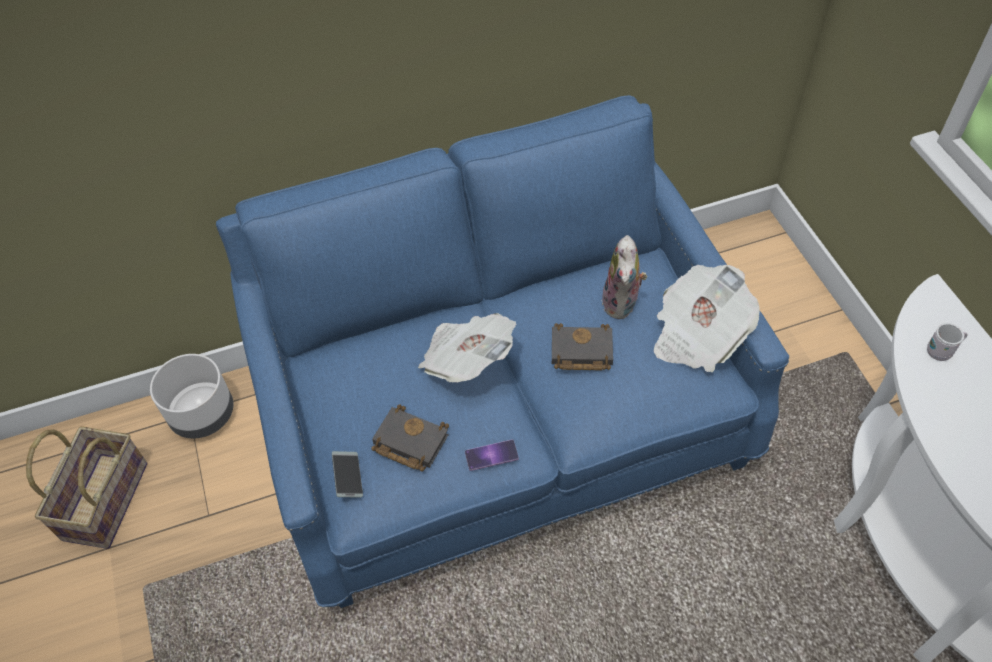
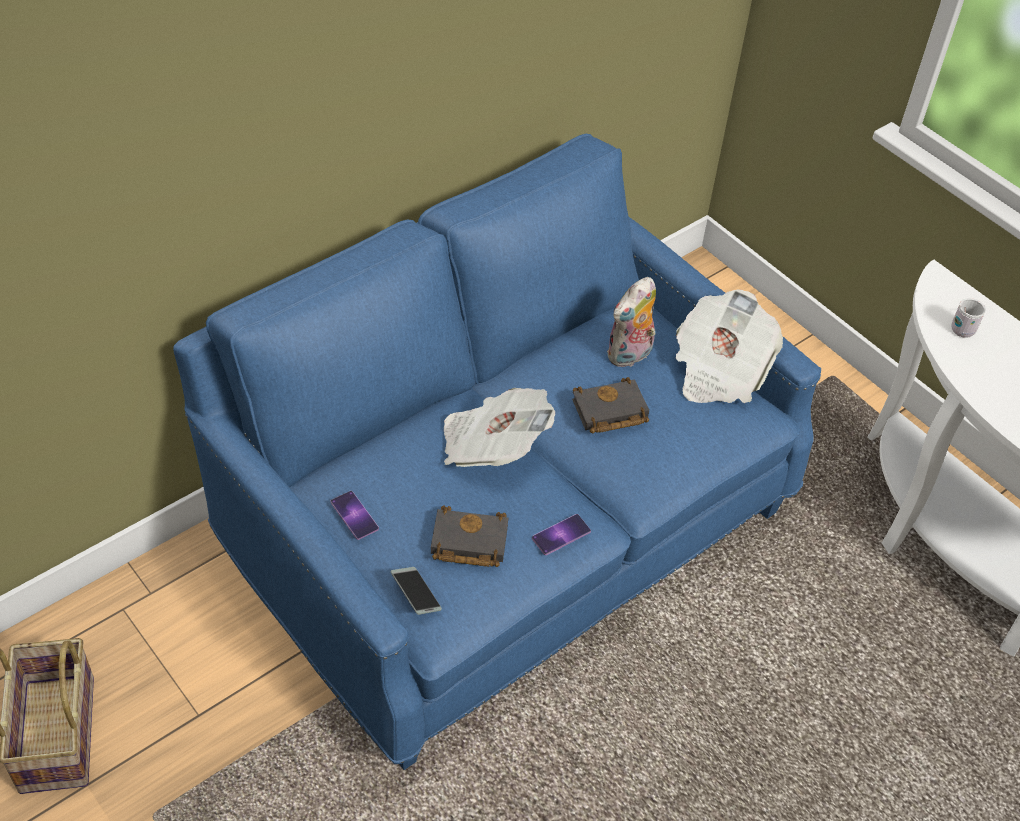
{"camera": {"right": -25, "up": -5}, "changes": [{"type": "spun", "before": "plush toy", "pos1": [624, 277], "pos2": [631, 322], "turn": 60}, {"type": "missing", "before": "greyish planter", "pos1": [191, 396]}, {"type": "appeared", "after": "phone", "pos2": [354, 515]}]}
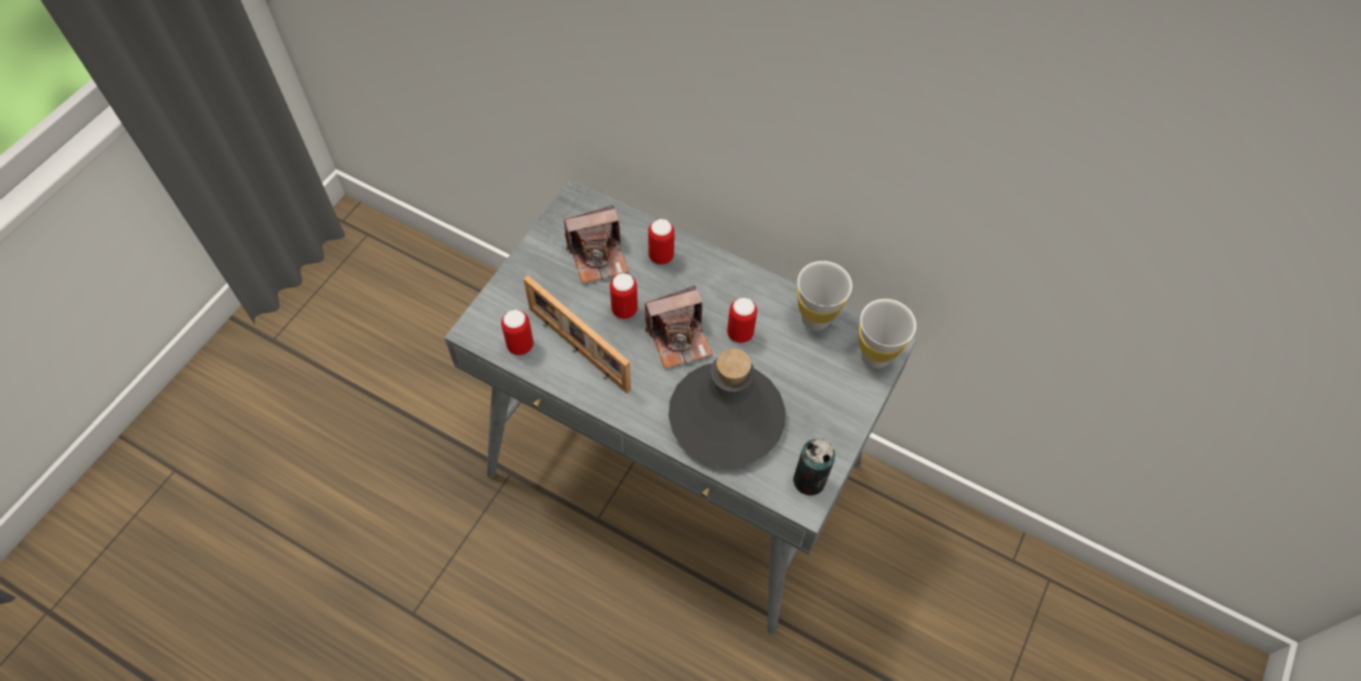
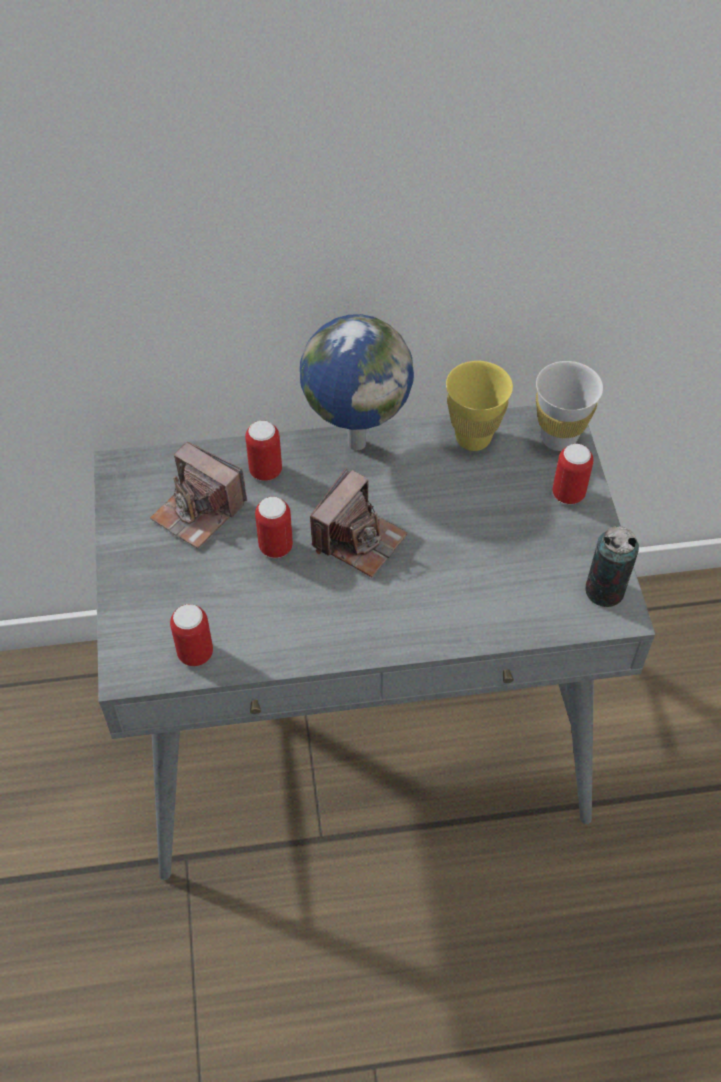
{"camera": {"right": -35, "up": -5}, "changes": [{"type": "spun", "before": "photo camera", "pos1": [596, 244], "pos2": [198, 495], "turn": 90}, {"type": "colour", "before": "white-coloured small cup", "after": "yellow-coloured small cup", "pos1": [824, 296], "pos2": [479, 406]}, {"type": "missing", "before": "picture frame", "pos1": [577, 334]}, {"type": "relocated", "before": "can", "pos1": [742, 320], "pos2": [573, 474]}, {"type": "missing", "before": "greyish beverage bottle", "pos1": [726, 407]}, {"type": "appeared", "after": "world globe", "pos2": [357, 382]}]}
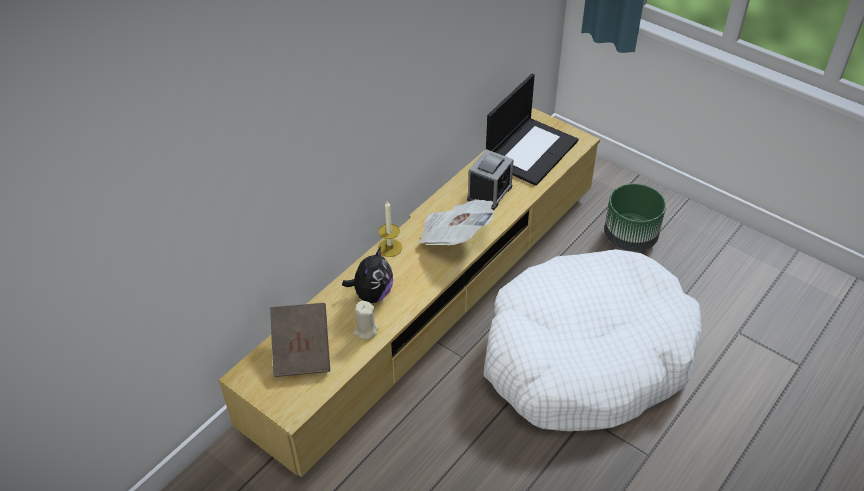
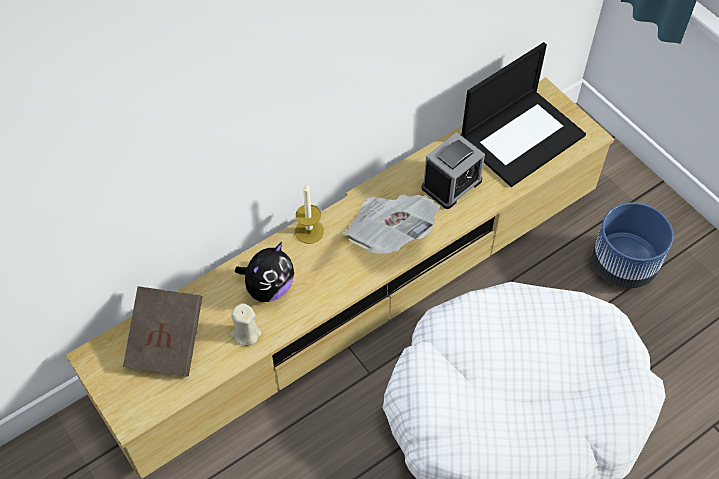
{"camera": {"right": 15, "up": 10}, "changes": [{"type": "colour", "before": "greenish planter", "after": "blue planter", "pos1": [635, 217], "pos2": [632, 245]}]}
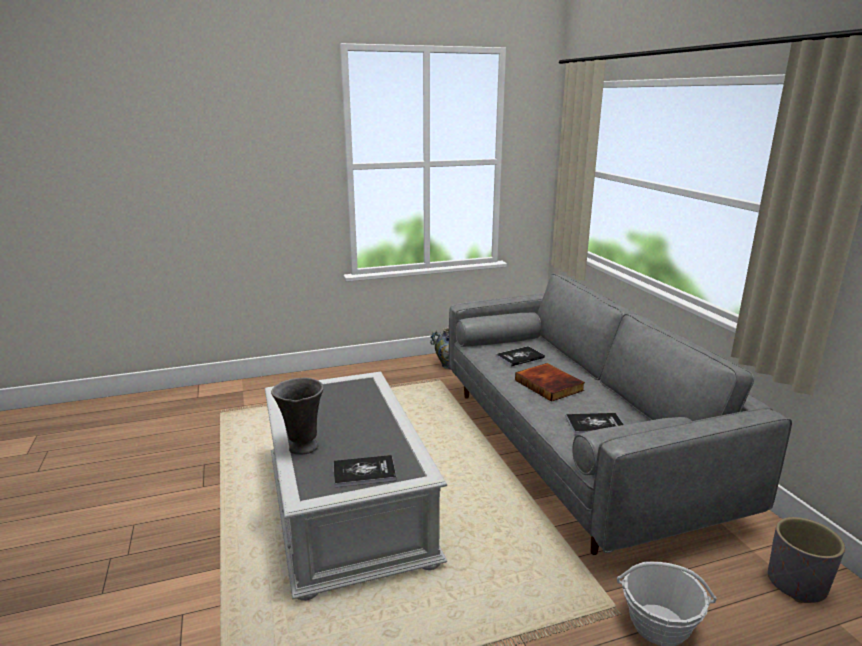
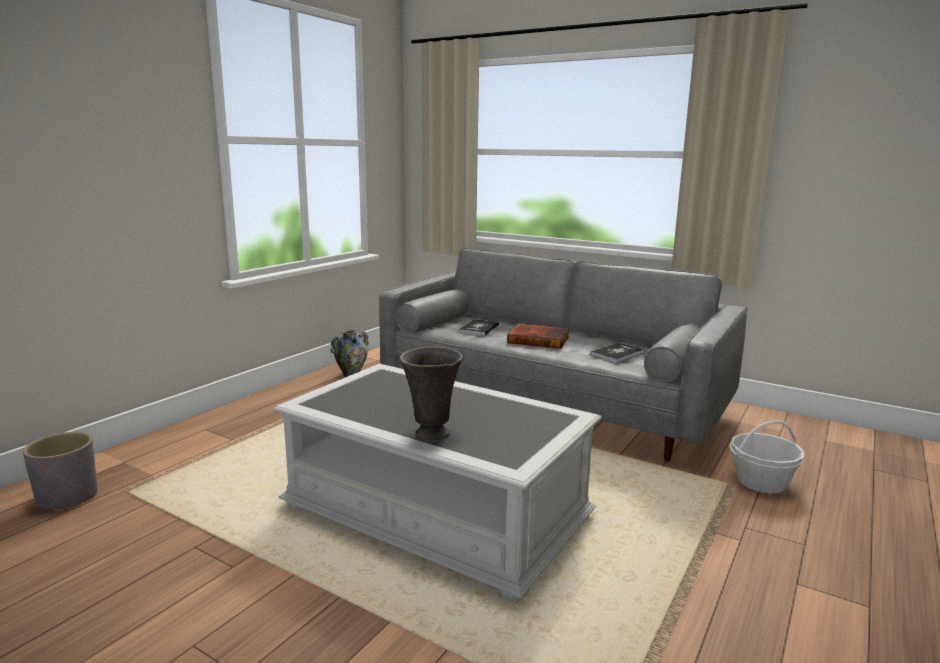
{"camera": {"right": -40, "up": -5}, "changes": [{"type": "missing", "before": "bound book", "pos1": [364, 471]}, {"type": "relocated", "before": "greyish planter", "pos1": [806, 560], "pos2": [60, 472]}]}
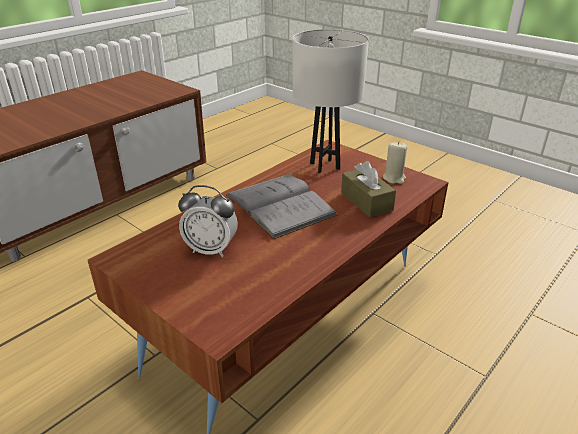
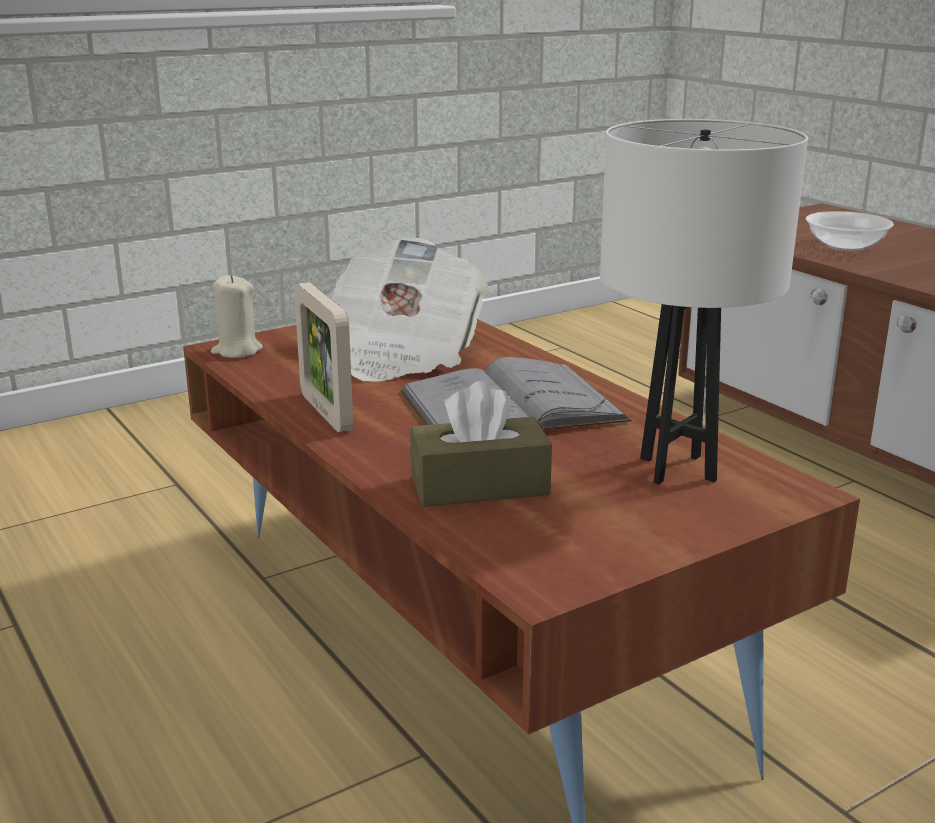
{"camera": {"right": 105, "up": -10}, "changes": [{"type": "relocated", "before": "beige-coloured wax light", "pos1": [395, 162], "pos2": [237, 316]}, {"type": "exchanged", "before": "table clock", "after": "daily paper", "pos1": [208, 221], "pos2": [408, 309]}, {"type": "appeared", "after": "deep dish", "pos2": [850, 231]}, {"type": "appeared", "after": "picture frame", "pos2": [323, 357]}]}
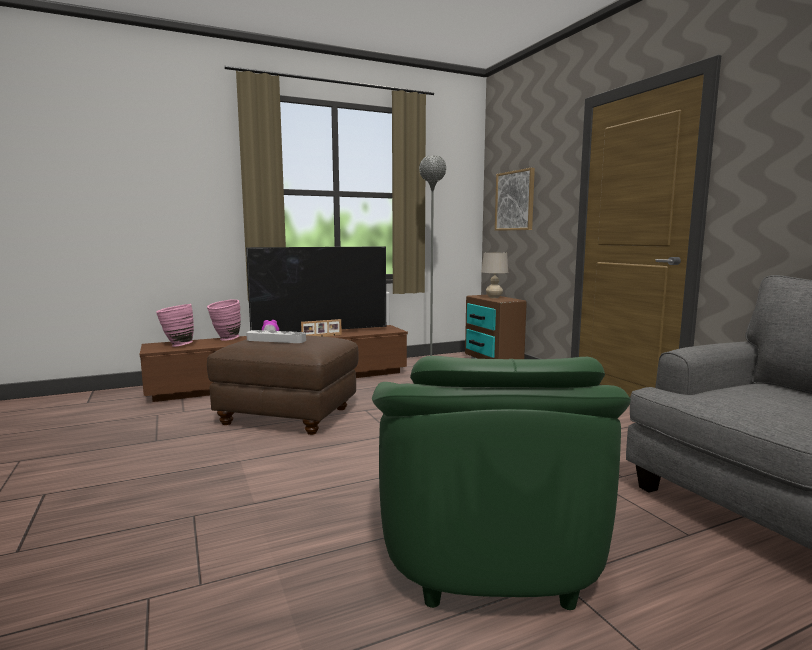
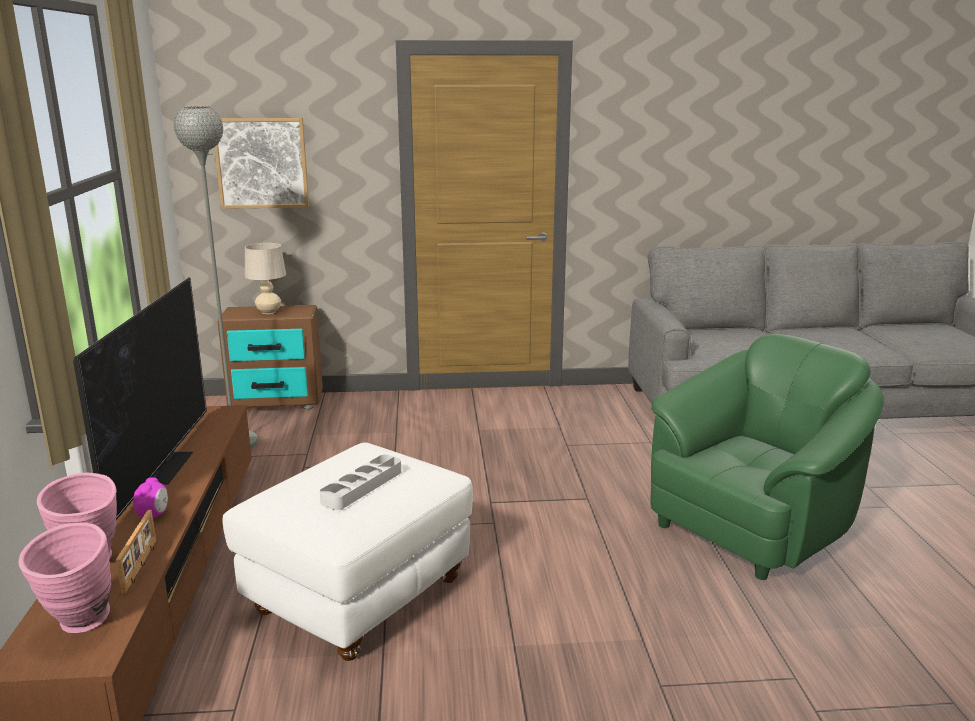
{"camera": {"right": -70, "up": 10}, "changes": [{"type": "relocated", "before": "picture frame", "pos1": [321, 328], "pos2": [136, 551]}, {"type": "colour", "before": "brown-coloured pouffe", "after": "white-coloured pouffe", "pos1": [283, 385], "pos2": [347, 552]}, {"type": "spun", "before": "greenish armchair", "pos1": [501, 483], "pos2": [767, 457], "turn": -60}]}
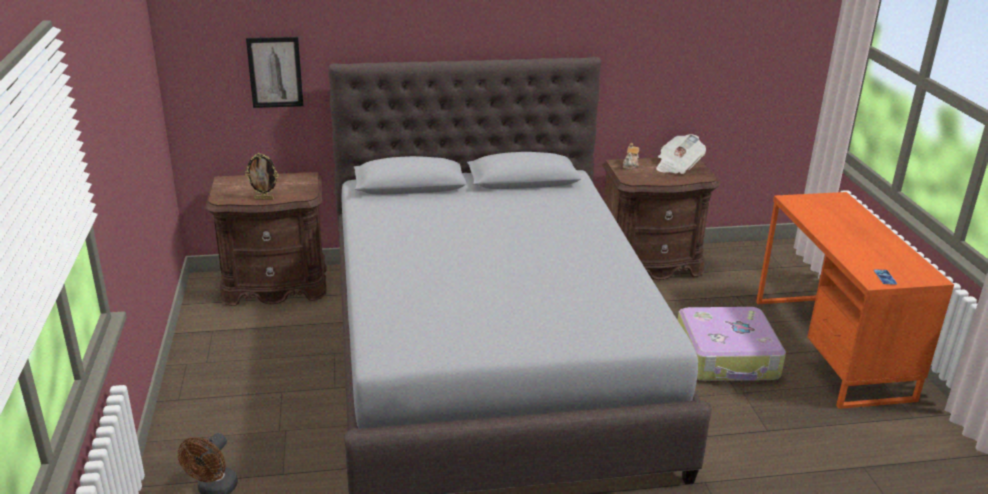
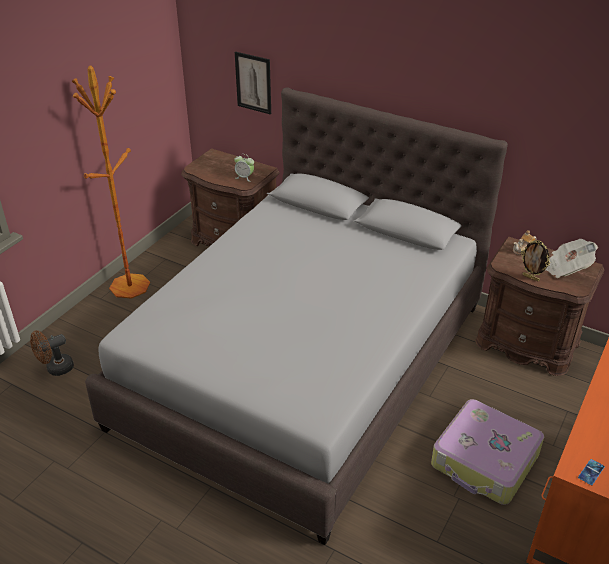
{"camera": {"right": 40, "up": 10}, "changes": [{"type": "relocated", "before": "picture frame", "pos1": [262, 176], "pos2": [535, 261]}, {"type": "appeared", "after": "orangey garment rack", "pos2": [111, 182]}, {"type": "appeared", "after": "table clock", "pos2": [244, 168]}]}
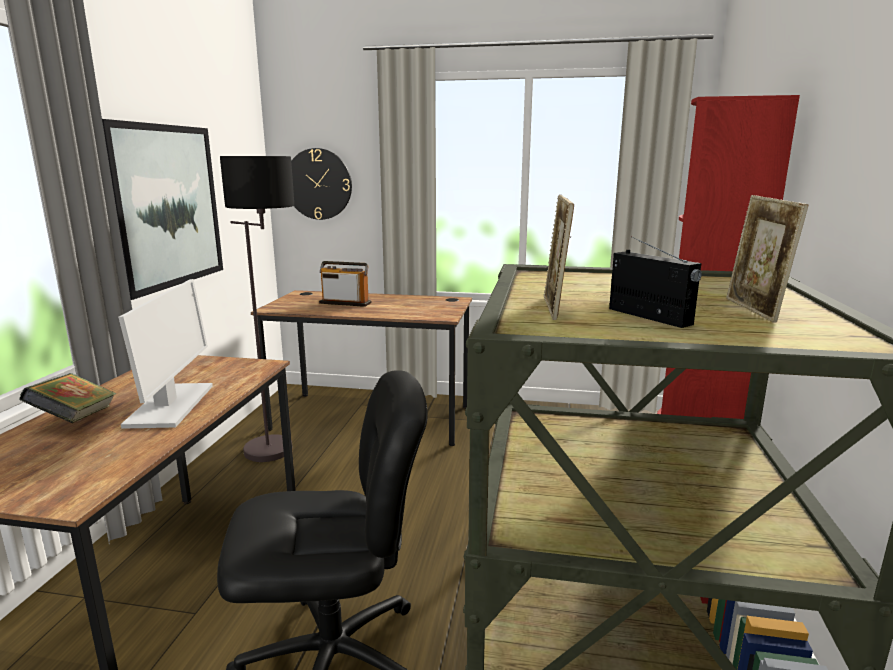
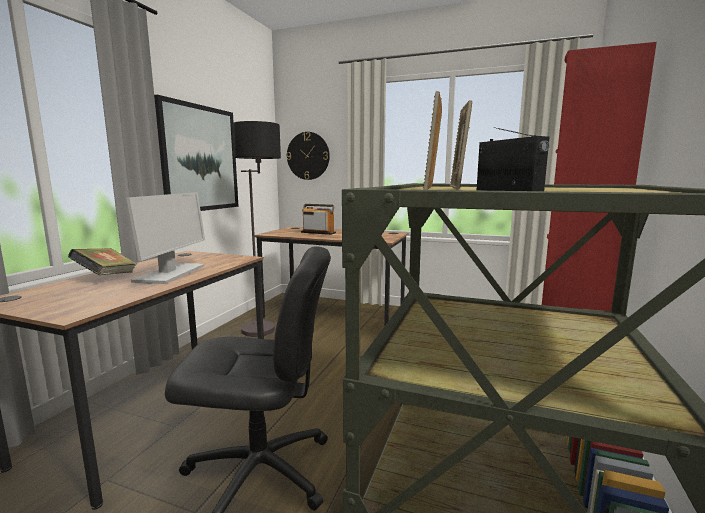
{"camera": {"right": 10, "up": -5}, "changes": [{"type": "relocated", "before": "picture frame", "pos1": [767, 259], "pos2": [461, 145]}]}
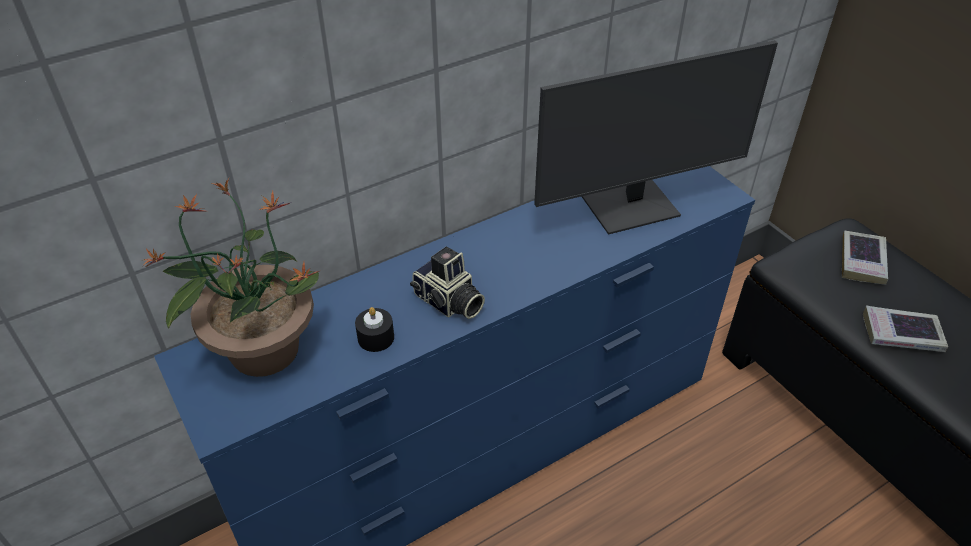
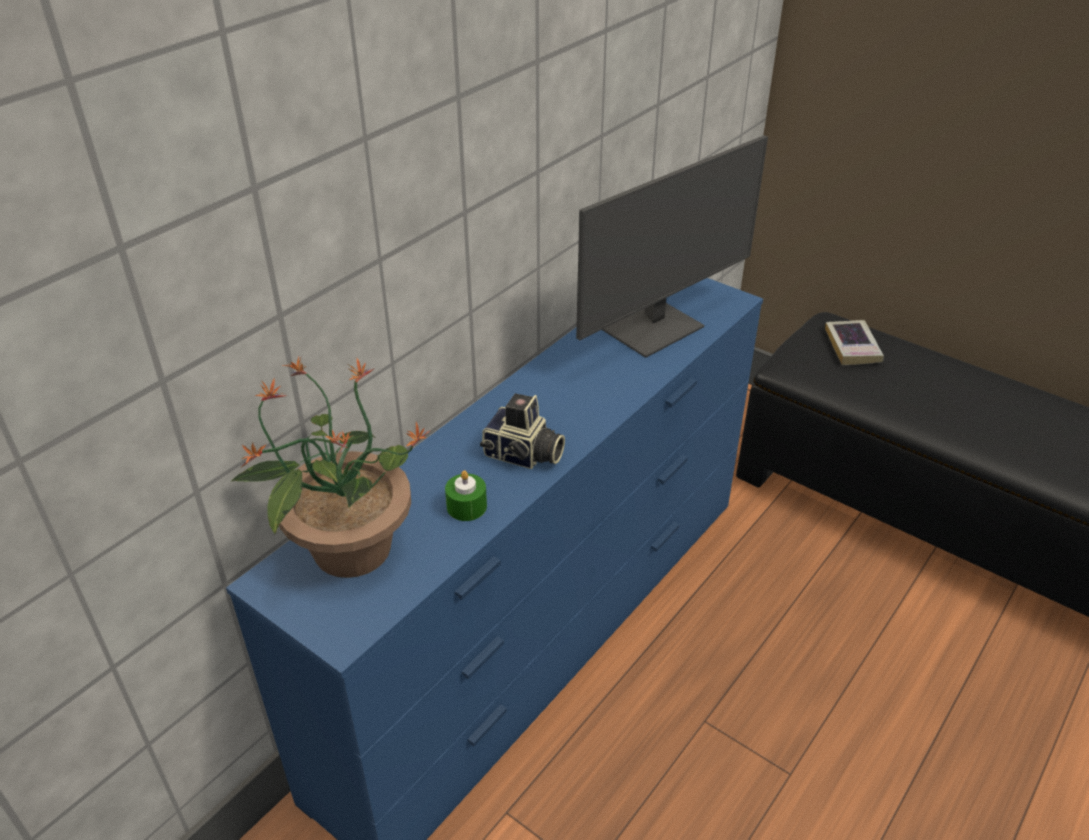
{"camera": {"right": -20, "up": -5}, "changes": [{"type": "missing", "before": "bound book", "pos1": [905, 329]}, {"type": "colour", "before": "black wax light", "after": "greenish wax light", "pos1": [374, 329], "pos2": [466, 495]}]}
